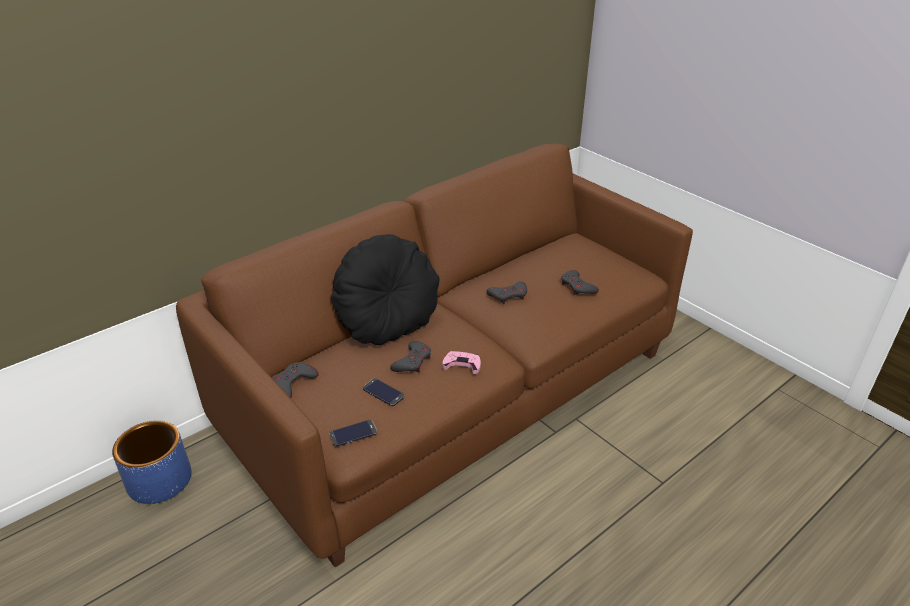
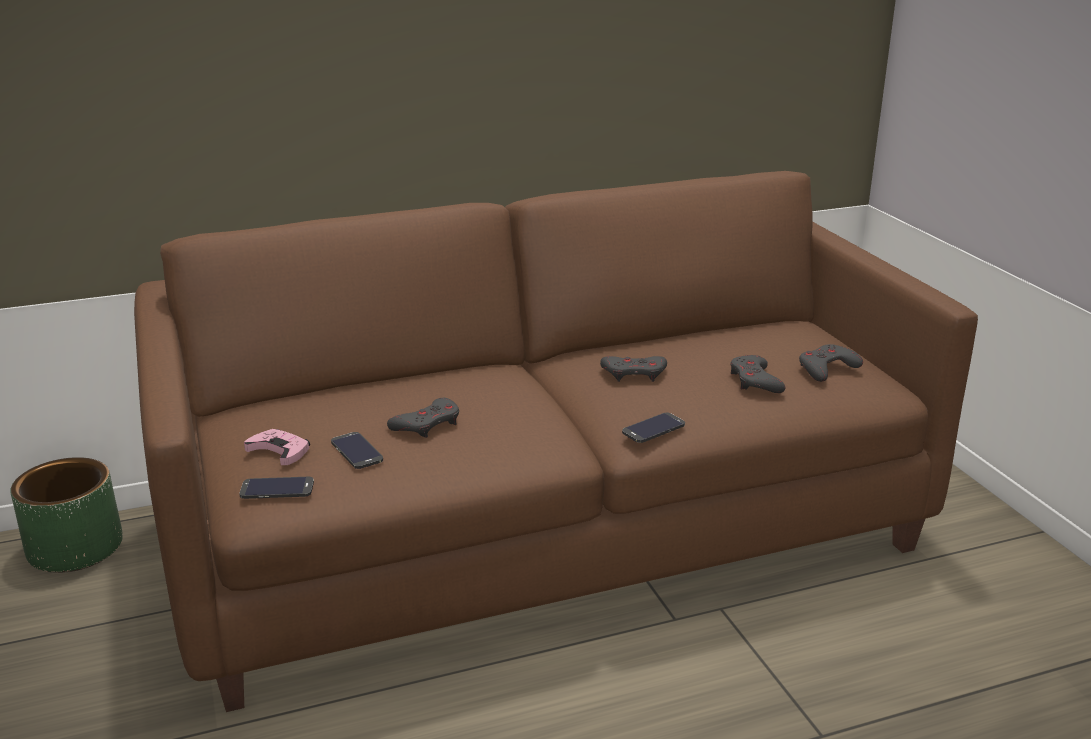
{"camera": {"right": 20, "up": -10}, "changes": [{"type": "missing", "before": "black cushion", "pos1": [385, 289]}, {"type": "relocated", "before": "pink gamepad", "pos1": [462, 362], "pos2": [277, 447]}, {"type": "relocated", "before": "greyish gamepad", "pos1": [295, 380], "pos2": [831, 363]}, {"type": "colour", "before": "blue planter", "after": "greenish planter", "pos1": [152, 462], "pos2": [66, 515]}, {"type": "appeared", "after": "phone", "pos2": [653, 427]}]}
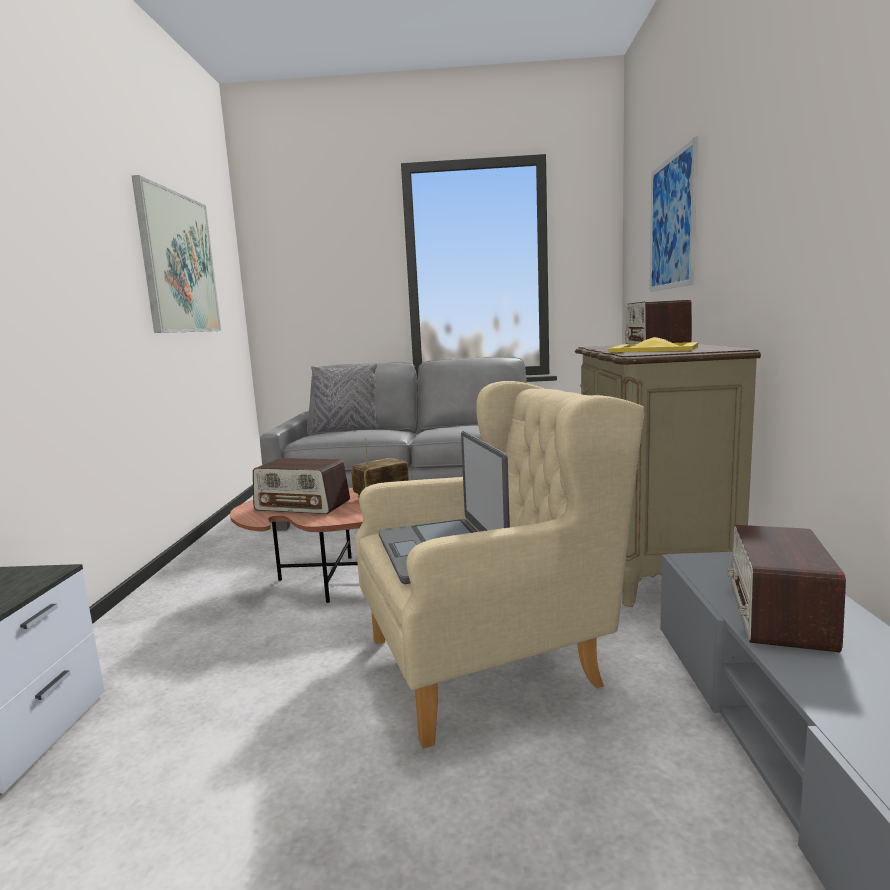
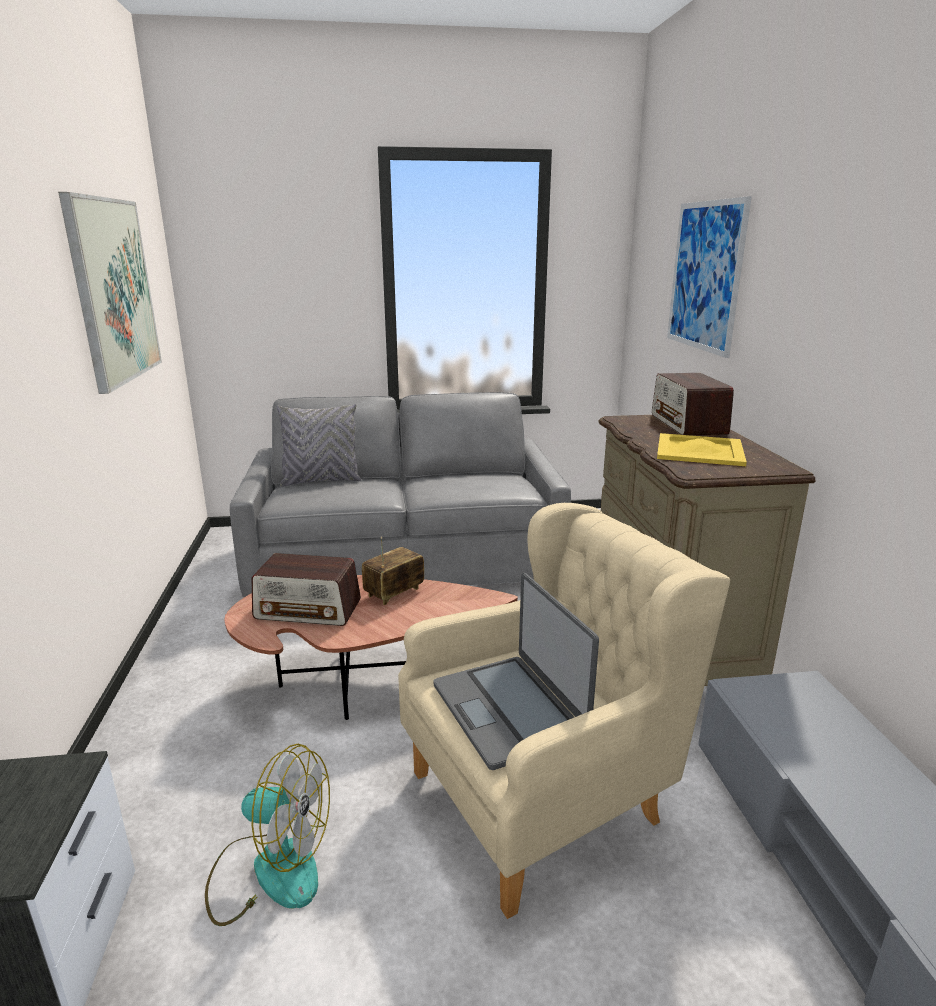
{"camera": {"right": -10, "up": 10}, "changes": [{"type": "missing", "before": "radio set", "pos1": [786, 588]}, {"type": "appeared", "after": "electric fan", "pos2": [267, 835]}]}
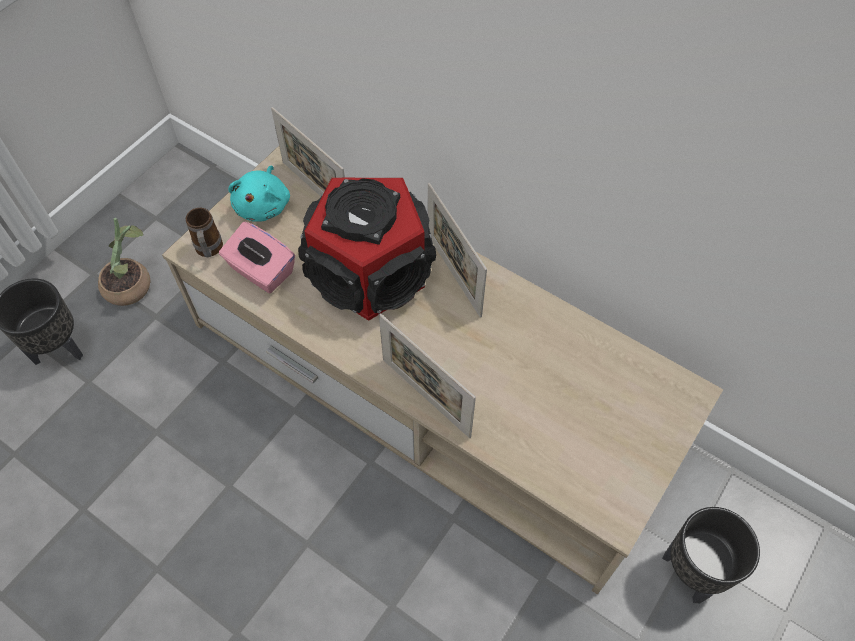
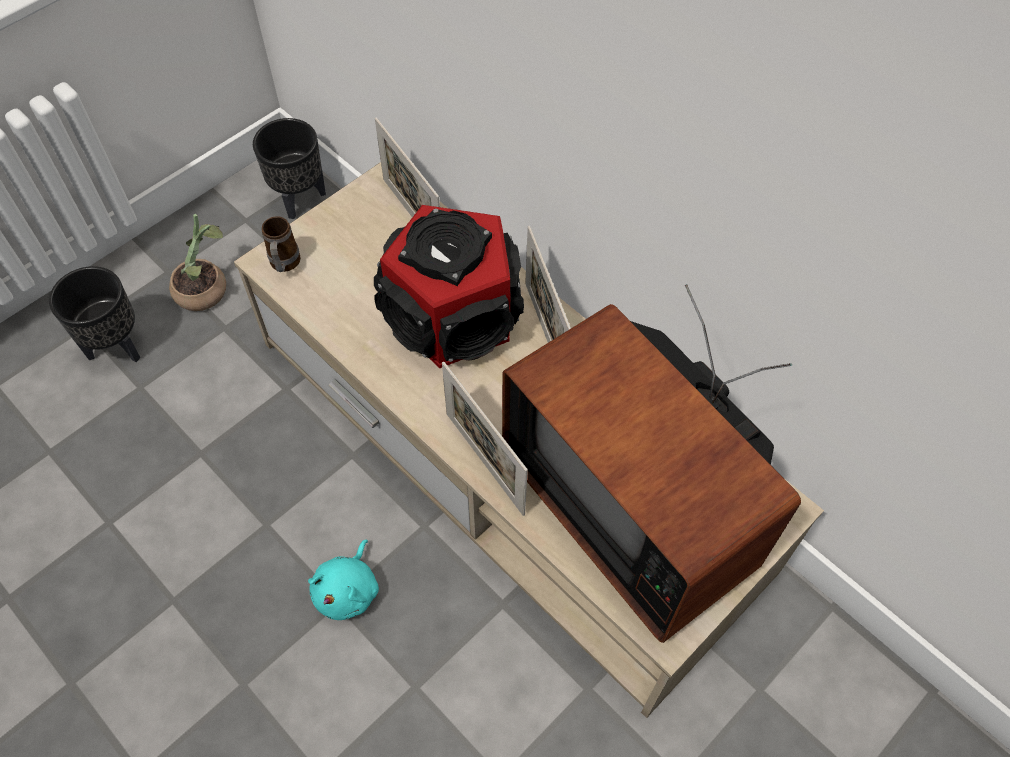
{"camera": {"right": 10, "up": 0}, "changes": [{"type": "relocated", "before": "turquoise-coloured plush toy", "pos1": [259, 193], "pos2": [343, 580]}, {"type": "missing", "before": "pink tissue box", "pos1": [257, 257]}, {"type": "relocated", "before": "black planter", "pos1": [711, 555], "pos2": [289, 168]}, {"type": "appeared", "after": "television", "pos2": [651, 463]}]}
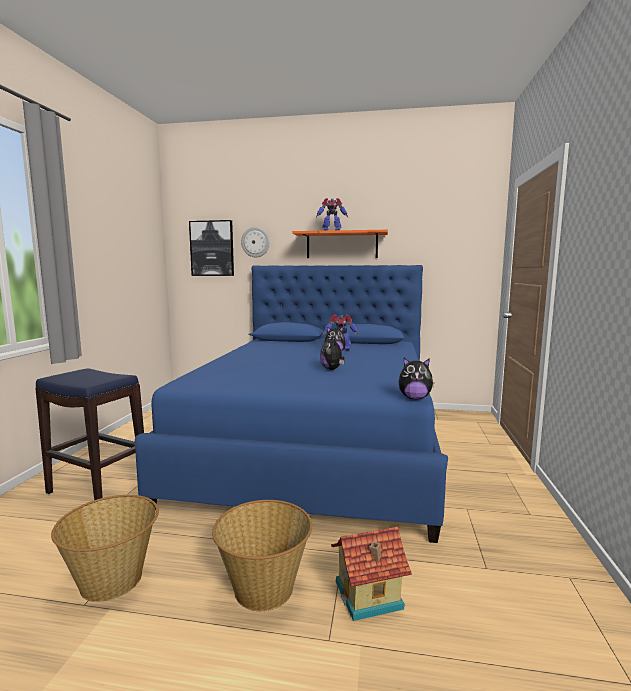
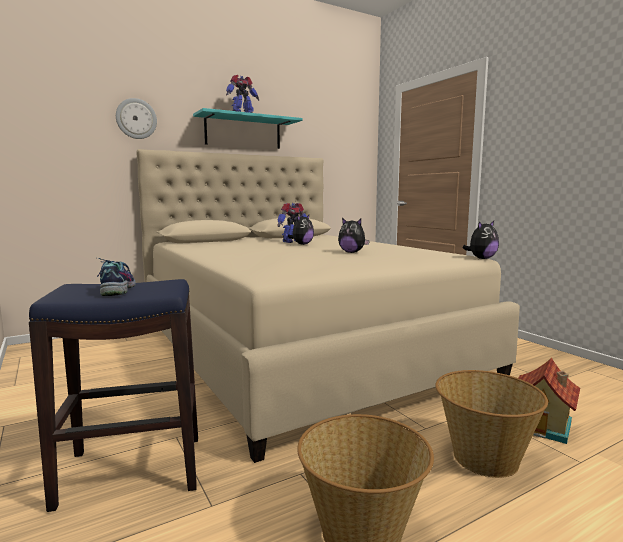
{"camera": {"right": -40, "up": 0}, "changes": [{"type": "missing", "before": "picture", "pos1": [211, 248]}, {"type": "colour", "before": "orangey bracket shelf", "after": "turquoise-coloured bracket shelf", "pos1": [340, 244], "pos2": [248, 128]}, {"type": "colour", "before": "blue bed", "after": "beige-coloured bed", "pos1": [291, 404], "pos2": [328, 306]}, {"type": "appeared", "after": "low shoe", "pos2": [116, 277]}]}
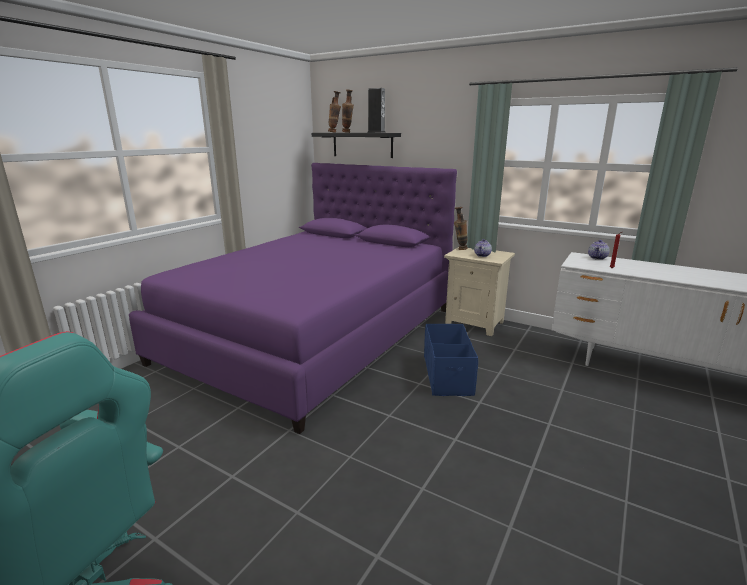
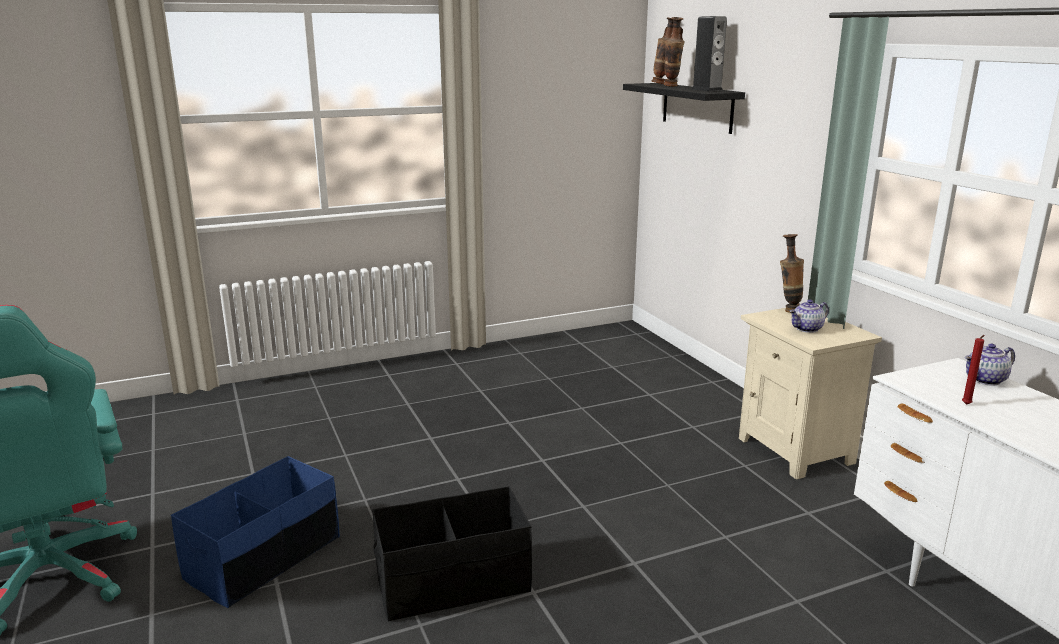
{"camera": {"right": 35, "up": 0}, "changes": [{"type": "missing", "before": "purple bed", "pos1": [293, 298]}, {"type": "relocated", "before": "blue storage bin", "pos1": [451, 360], "pos2": [255, 532]}, {"type": "appeared", "after": "black storage bin", "pos2": [452, 554]}]}
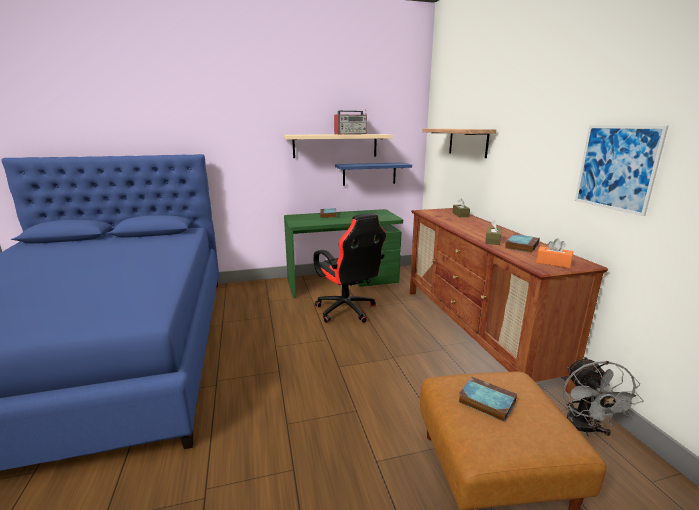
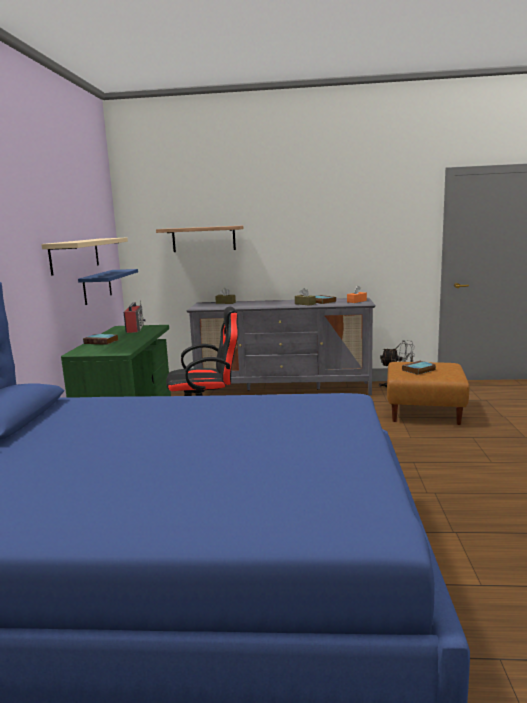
{"camera": {"right": -70, "up": -5}, "changes": [{"type": "relocated", "before": "radio set", "pos1": [350, 122], "pos2": [134, 316]}, {"type": "missing", "before": "picture", "pos1": [621, 170]}, {"type": "colour", "before": "brown-coloured chest of drawers", "after": "greyish chest of drawers", "pos1": [509, 301], "pos2": [281, 347]}]}
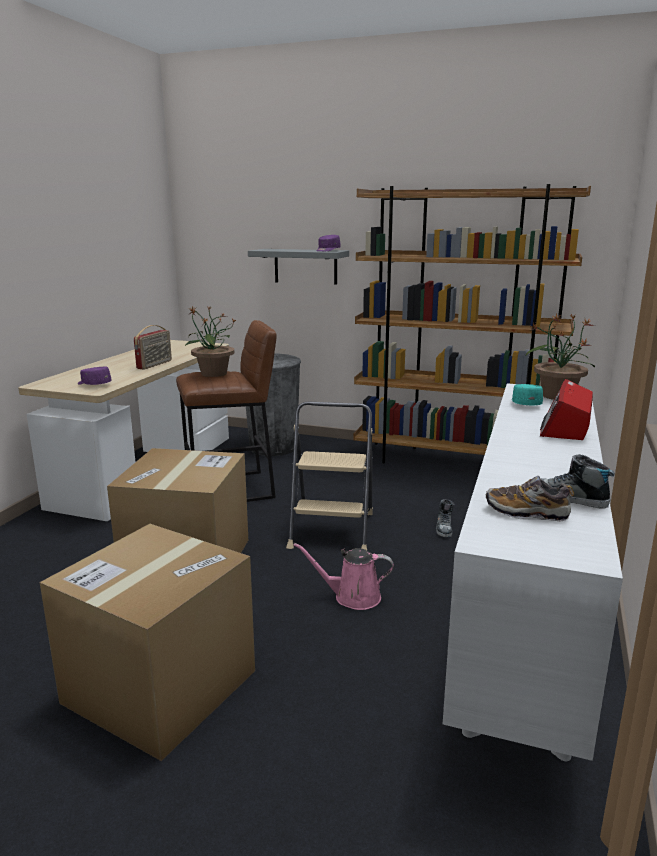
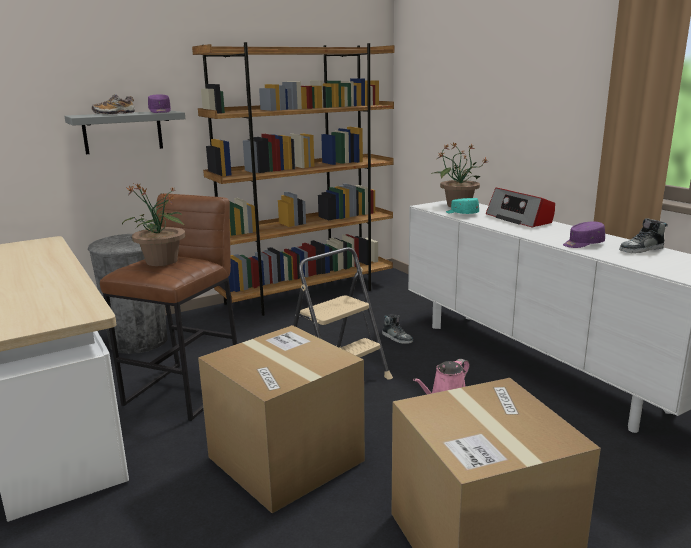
{"camera": {"right": -50, "up": 0}, "changes": [{"type": "missing", "before": "radio set", "pos1": [153, 347]}, {"type": "relocated", "before": "purple cap", "pos1": [95, 376], "pos2": [584, 234]}, {"type": "relocated", "before": "low shoe", "pos1": [530, 498], "pos2": [113, 104]}]}
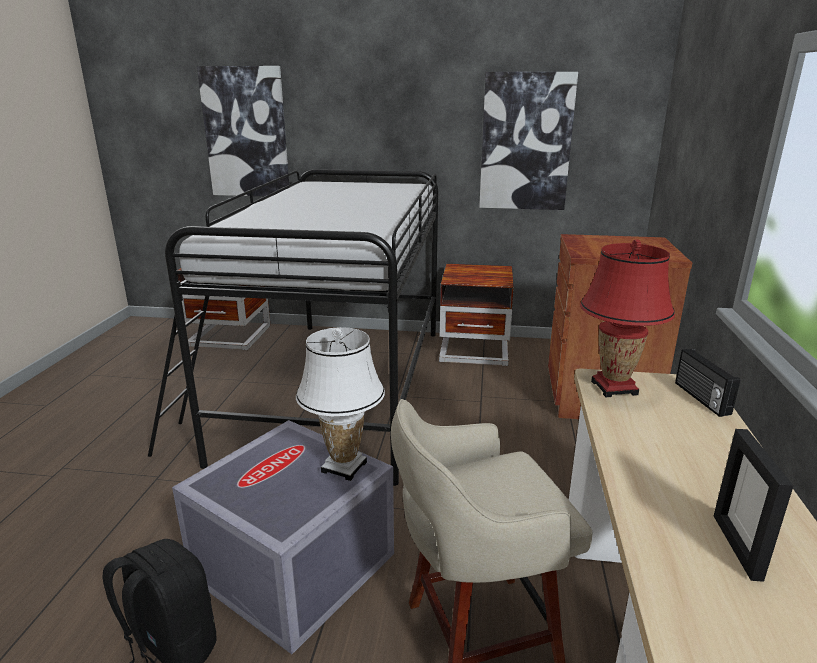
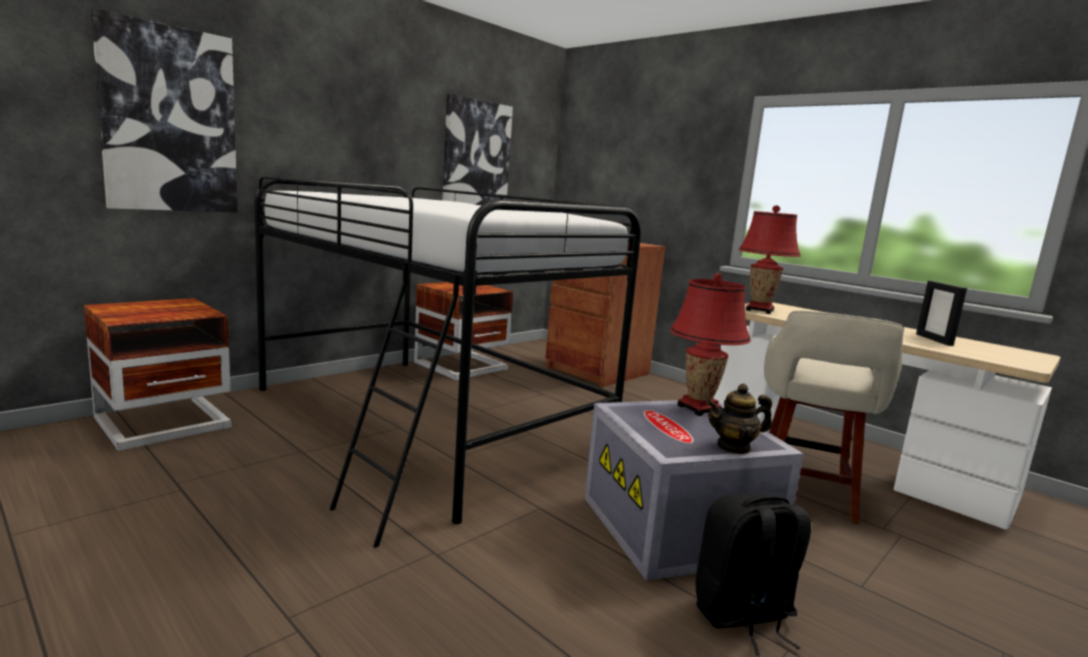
{"camera": {"right": -55, "up": -10}, "changes": [{"type": "colour", "before": "white-coloured lamp for a table", "after": "red-coloured lamp for a table", "pos1": [340, 404], "pos2": [710, 344]}, {"type": "missing", "before": "radio set", "pos1": [707, 383]}, {"type": "spun", "before": "picture frame", "pos1": [754, 505], "pos2": [941, 313], "turn": 45}, {"type": "appeared", "after": "tea pot", "pos2": [739, 419]}]}
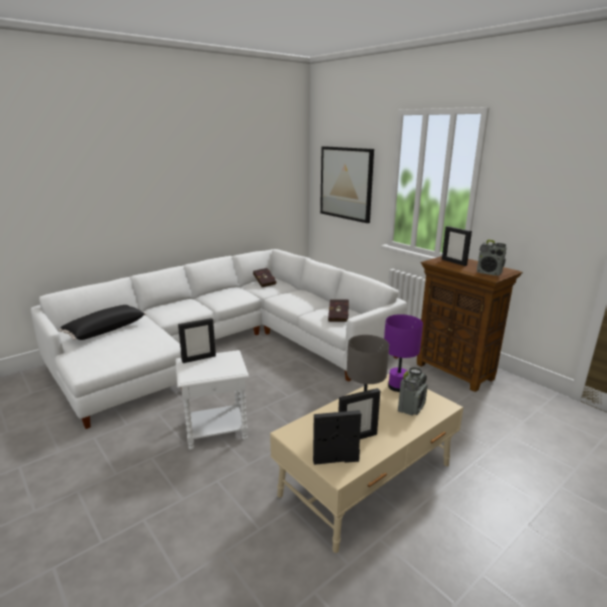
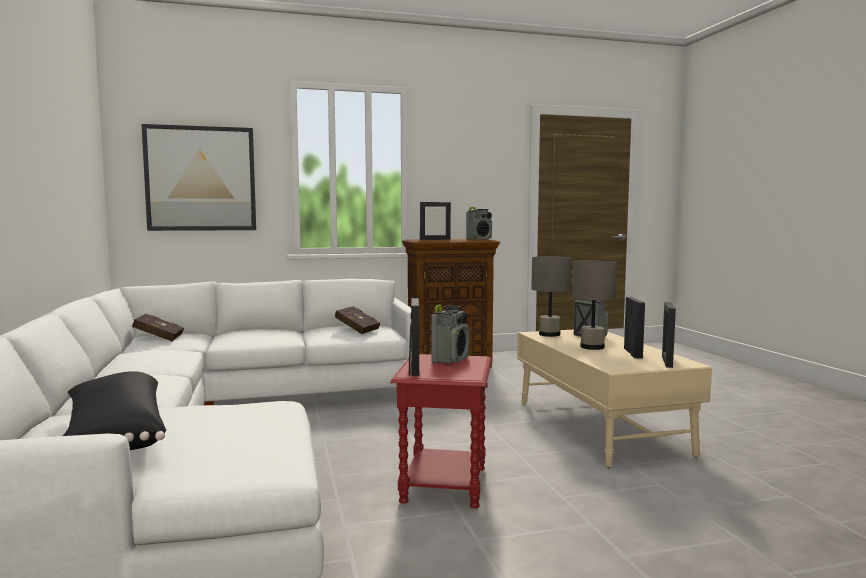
{"camera": {"right": -65, "up": -15}, "changes": [{"type": "colour", "before": "purple lamp for a table", "after": "greyish lamp for a table", "pos1": [403, 353], "pos2": [551, 296]}, {"type": "colour", "before": "white-coloured end table", "after": "red-coloured end table", "pos1": [212, 399], "pos2": [441, 431]}, {"type": "appeared", "after": "radio set", "pos2": [450, 334]}]}
